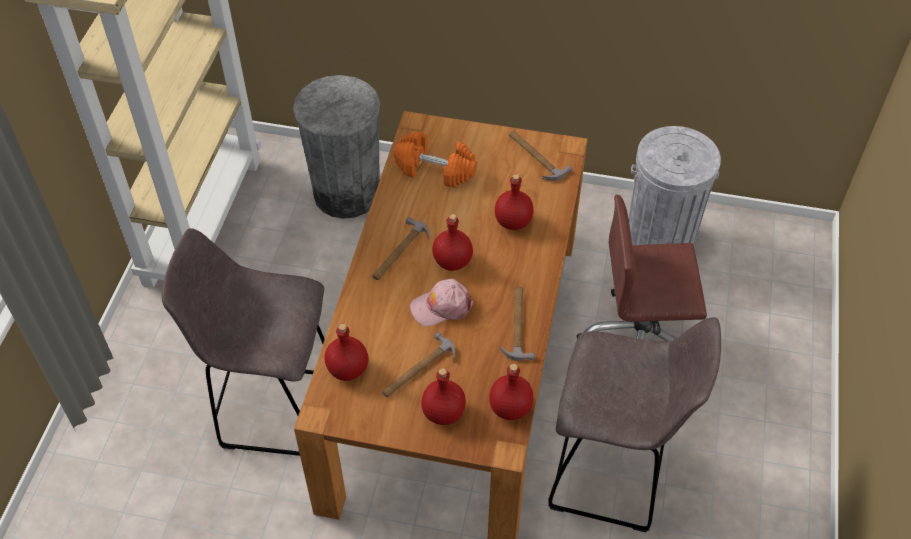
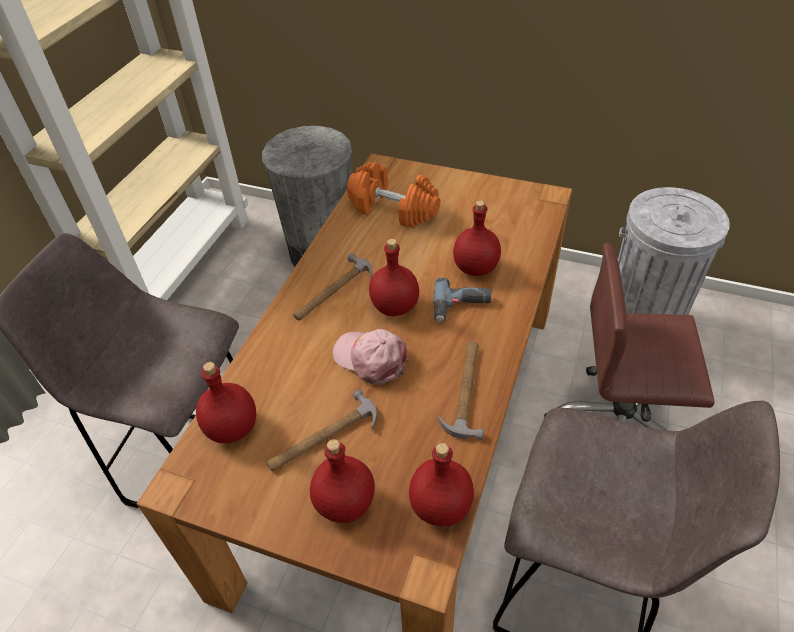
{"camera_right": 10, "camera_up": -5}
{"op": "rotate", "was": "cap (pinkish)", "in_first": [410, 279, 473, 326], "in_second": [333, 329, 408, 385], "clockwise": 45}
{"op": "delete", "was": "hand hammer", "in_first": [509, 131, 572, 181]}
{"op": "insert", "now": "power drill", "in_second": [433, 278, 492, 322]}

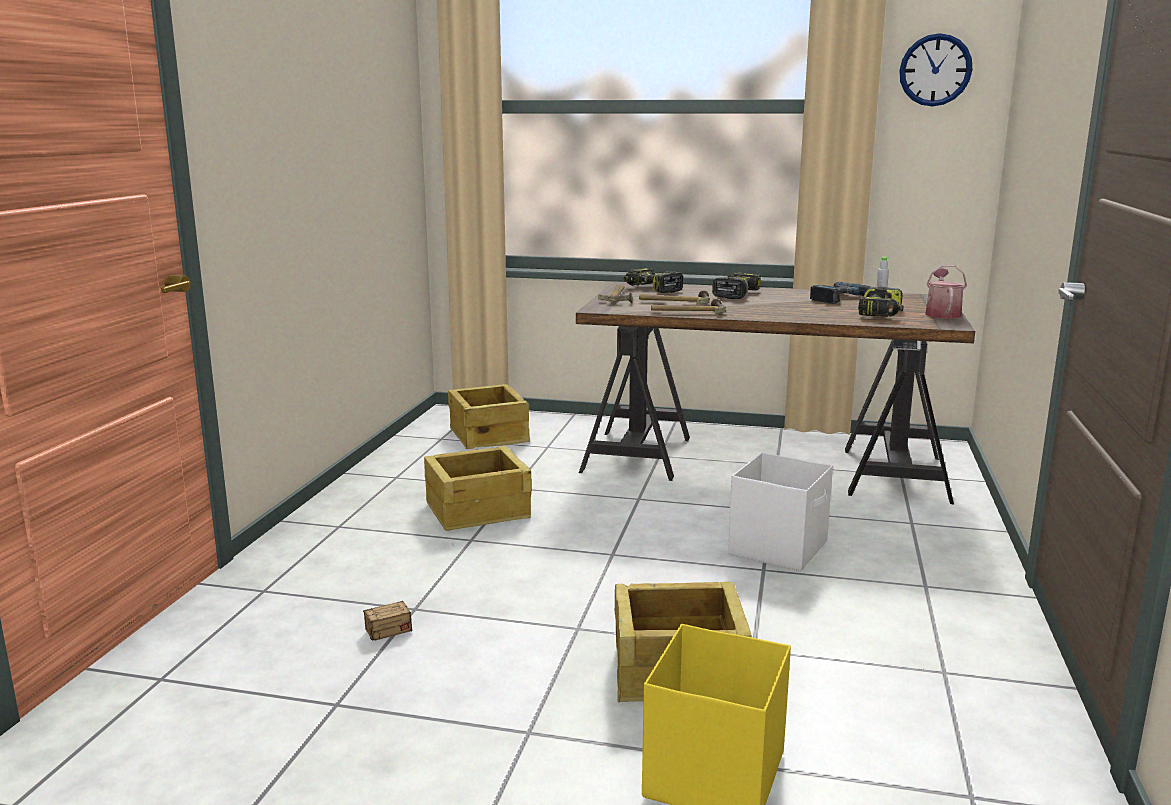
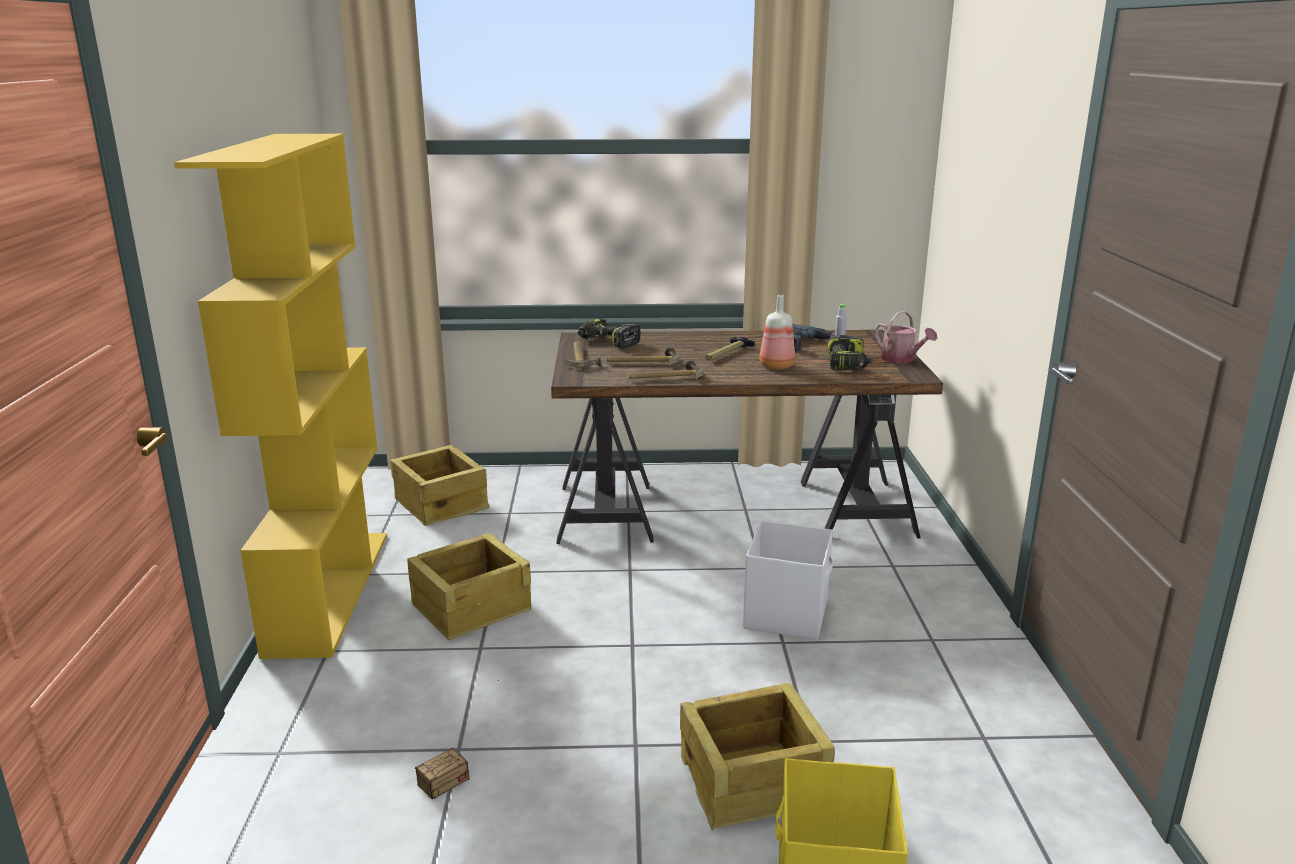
{"camera_right": -15, "camera_up": 5}
{"op": "delete", "was": "power drill", "in_first": [712, 272, 761, 299]}
{"op": "delete", "was": "clock on the wall", "in_first": [899, 33, 972, 106]}
{"op": "rotate", "was": "watering can", "in_first": [925, 265, 967, 319], "in_second": [875, 311, 937, 363], "clockwise": 150}
{"op": "insert", "now": "bookshelf (yellowish)", "in_second": [174, 134, 387, 659]}
{"op": "insert", "now": "hand hammer", "in_second": [705, 337, 755, 360]}
{"op": "insert", "now": "drink bottle", "in_second": [759, 295, 795, 369]}

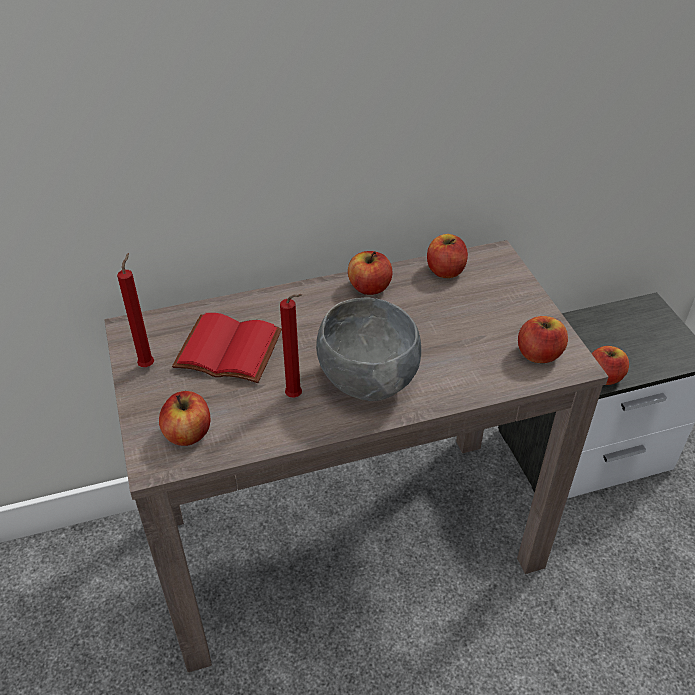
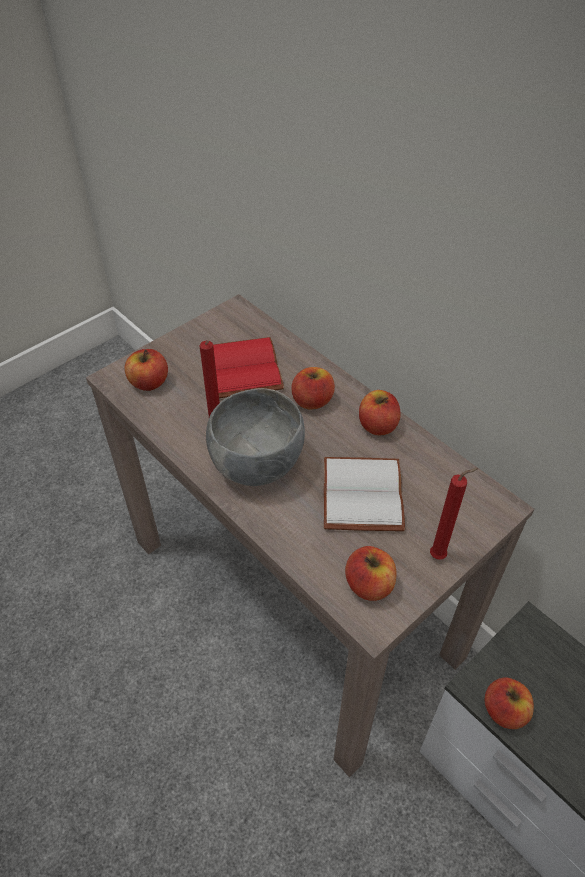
{"camera_right": 65, "camera_up": 5}
{"op": "move", "was": "wax candle (red)", "in_first": [117, 253, 154, 367], "in_second": [430, 468, 479, 560]}
{"op": "move", "was": "apple", "in_first": [427, 234, 468, 278], "in_second": [291, 367, 335, 410]}
{"op": "insert", "now": "volume (whitish)", "in_second": [324, 457, 405, 531]}

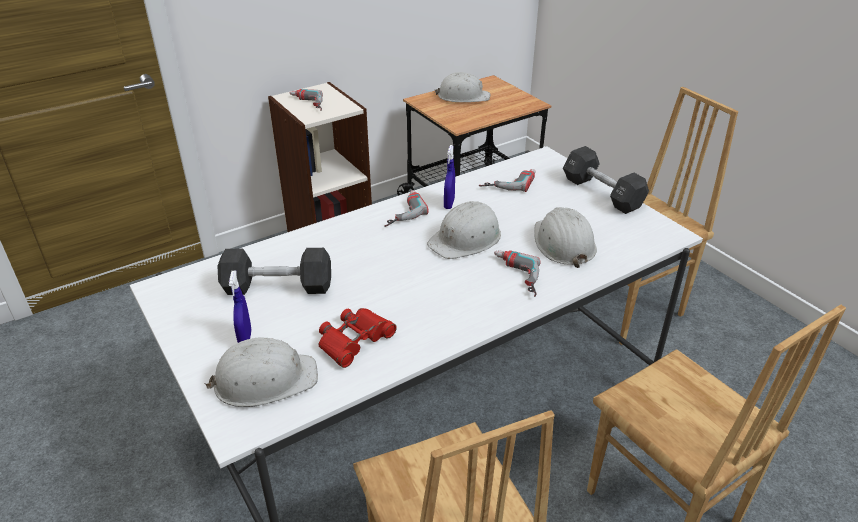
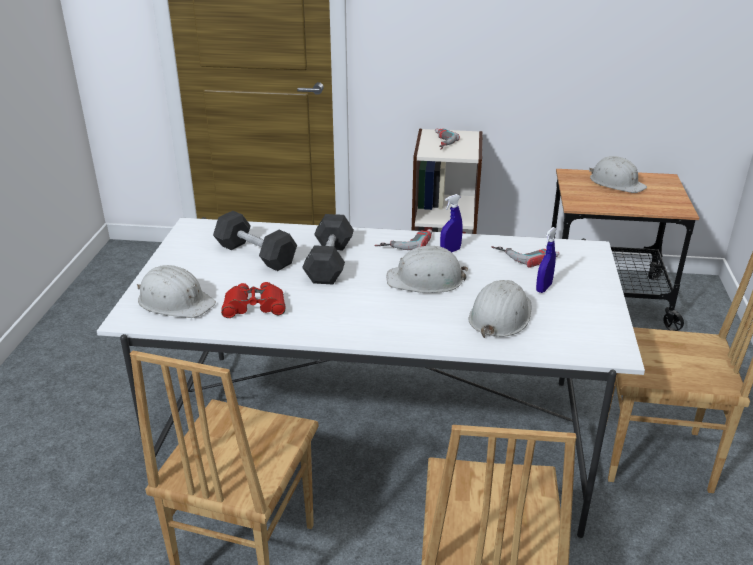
{"camera_right": 40, "camera_up": -5}
{"op": "move", "was": "hand sprayer (blue)", "in_first": [229, 271, 252, 343], "in_second": [536, 227, 557, 293]}
{"op": "delete", "was": "power drill", "in_first": [494, 250, 541, 297]}
{"op": "move", "was": "dumbbell (black)", "in_first": [563, 146, 649, 214], "in_second": [302, 214, 354, 284]}

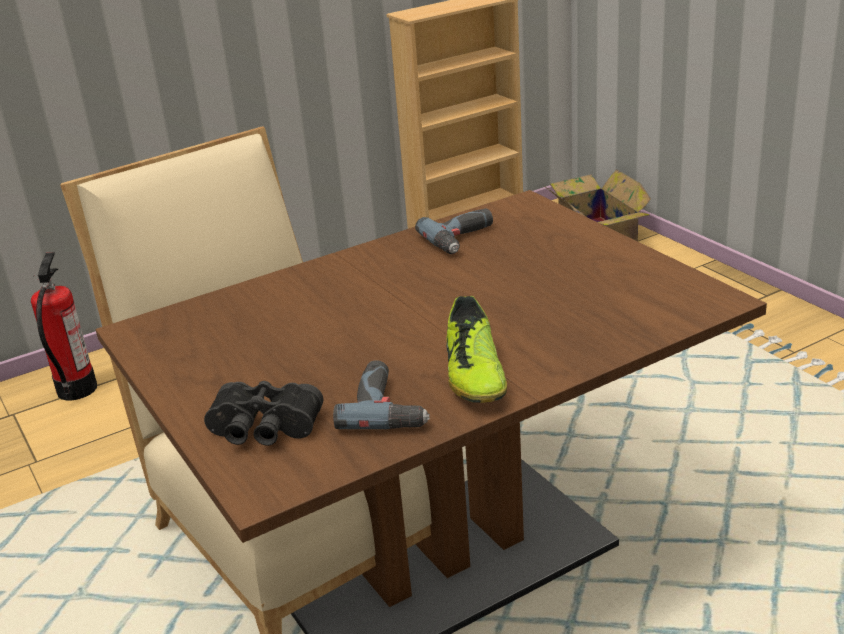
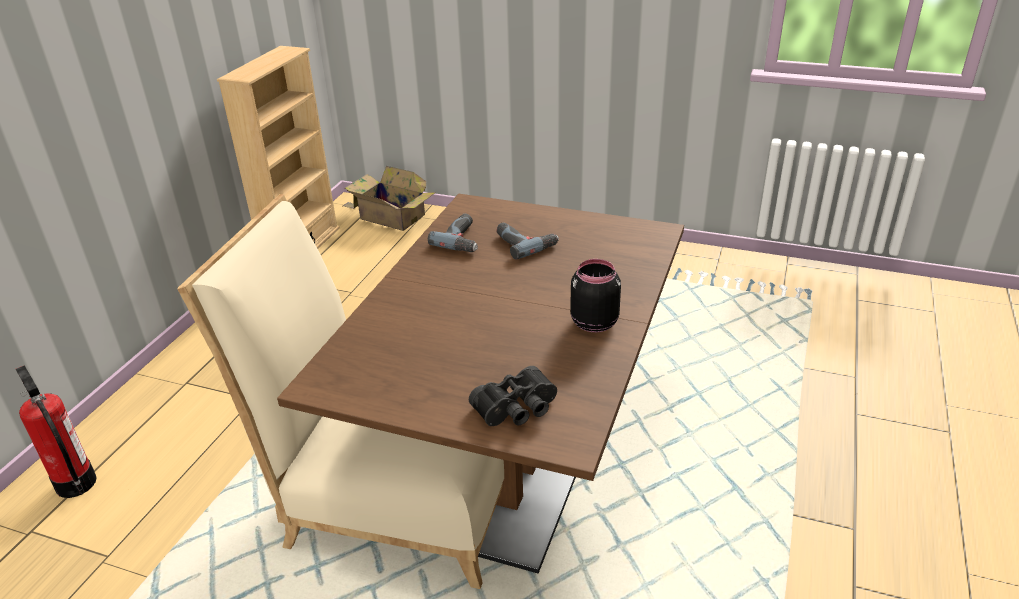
{"camera_right": -40, "camera_up": 5}
{"op": "move", "was": "power drill", "in_first": [333, 360, 430, 429], "in_second": [496, 223, 559, 260]}
{"op": "replace", "was": "item of footwear", "now": "storage jar (black)", "in_first": [446, 296, 507, 403], "in_second": [570, 259, 621, 332]}

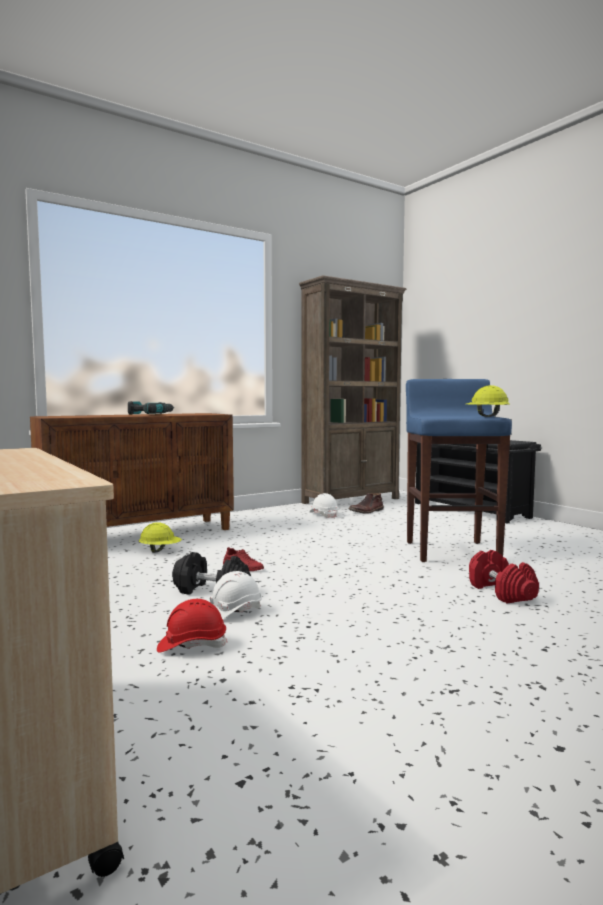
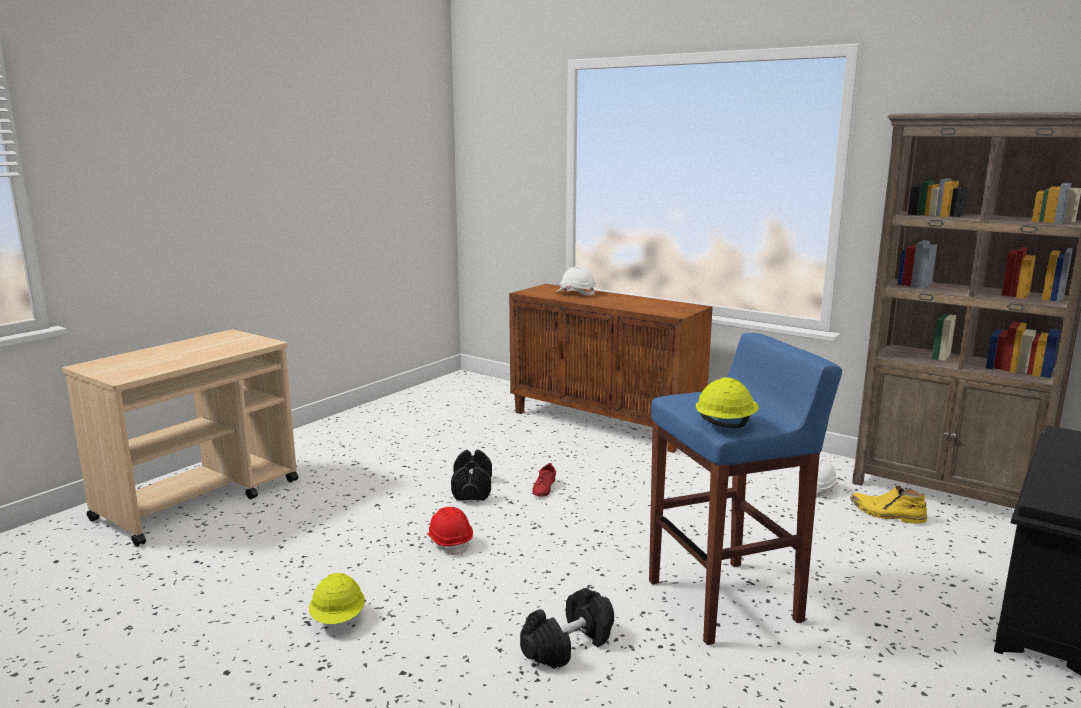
{"camera_right": 70, "camera_up": 10}
{"op": "delete", "was": "power drill", "in_first": [128, 401, 174, 415]}
{"op": "move", "was": "safety helmet (yellowish)", "in_first": [139, 522, 182, 552], "in_second": [309, 573, 365, 624]}
{"op": "move", "was": "safety helmet (red)", "in_first": [157, 599, 228, 653], "in_second": [427, 507, 473, 556]}
{"op": "move", "was": "safety helmet (whitish)", "in_first": [210, 571, 262, 619], "in_second": [556, 266, 596, 296]}
{"op": "recolor", "was": "tall boot (brown-coloured)", "now": "tall boot (yellowish)", "in_first": [349, 493, 384, 514], "in_second": [850, 486, 927, 524]}
{"op": "recolor", "was": "dumbbell (red)", "now": "dumbbell (black)", "in_first": [469, 550, 539, 604], "in_second": [520, 588, 614, 669]}

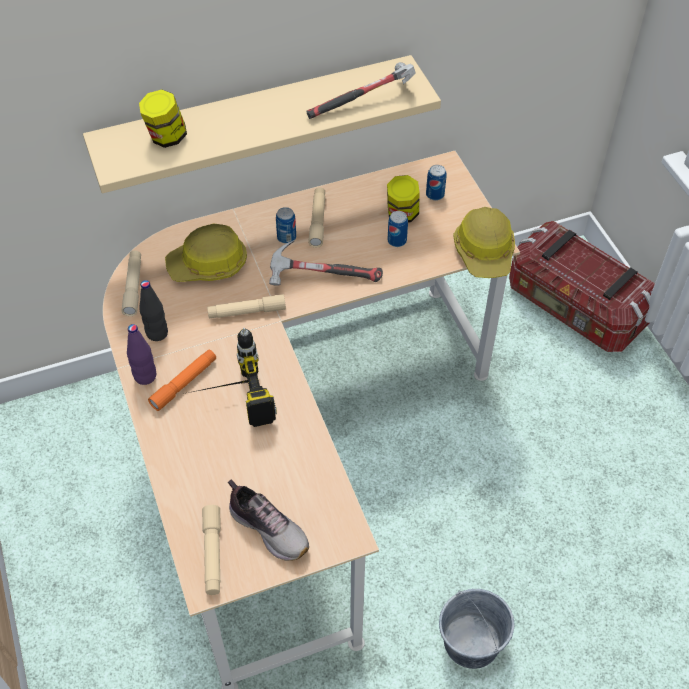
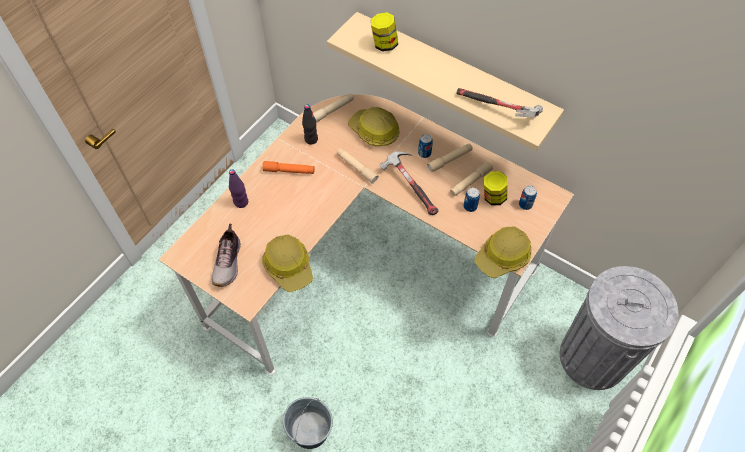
{"camera_right": 55, "camera_up": 5}
{"op": "move", "was": "drink bottle (purplish)", "in_first": [127, 324, 156, 385], "in_second": [229, 169, 248, 208]}
{"op": "delete", "was": "power drill", "in_first": [188, 328, 277, 427]}
{"op": "move", "was": "torch (beige)", "in_first": [202, 505, 221, 595], "in_second": [450, 162, 493, 196]}
{"op": "replace", "was": "storage bin", "now": "waste bin (gray)", "in_first": [509, 221, 655, 352], "in_second": [560, 266, 678, 390]}
{"op": "insert", "now": "safety helmet", "in_second": [262, 234, 313, 292]}

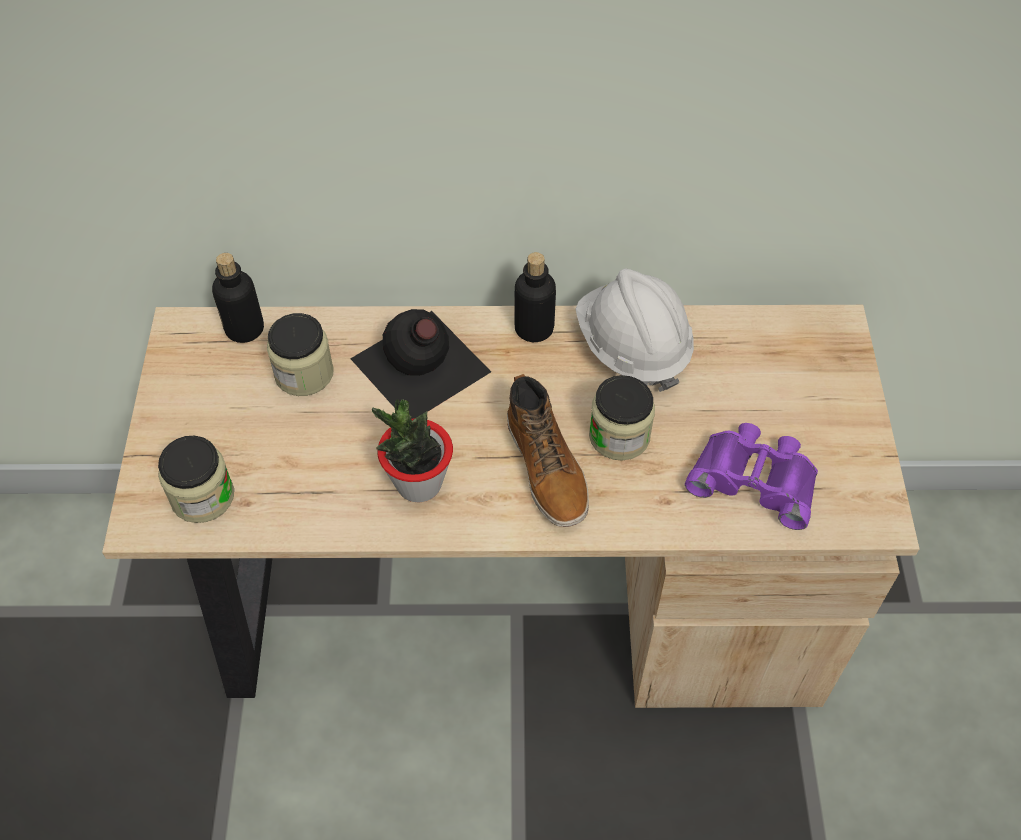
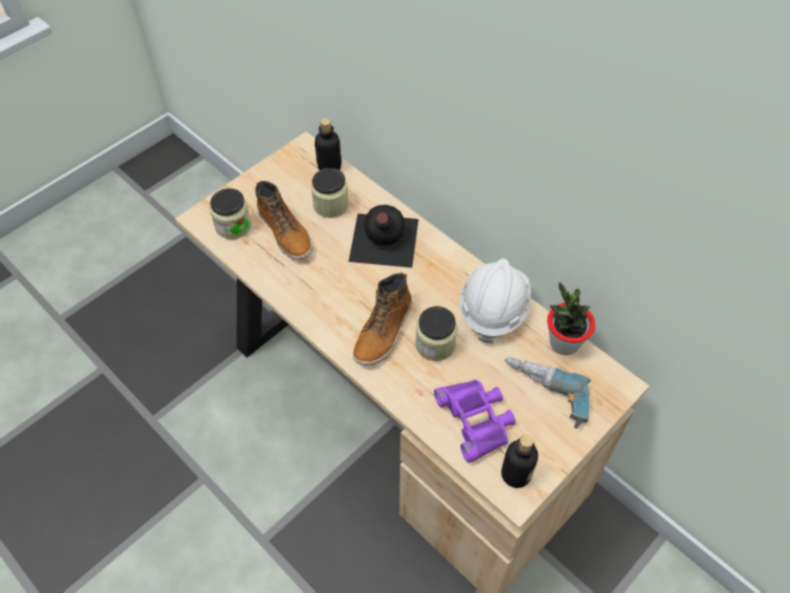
{"camera_right": 45, "camera_up": 0}
{"op": "move", "was": "potted plant", "in_first": [372, 399, 453, 503], "in_second": [547, 282, 595, 355]}
{"op": "move", "was": "drink bottle", "in_first": [514, 252, 556, 342], "in_second": [501, 435, 538, 488]}
{"op": "insert", "now": "tall boot", "in_second": [255, 180, 313, 260]}
{"op": "insert", "now": "power drill", "in_second": [504, 357, 591, 429]}

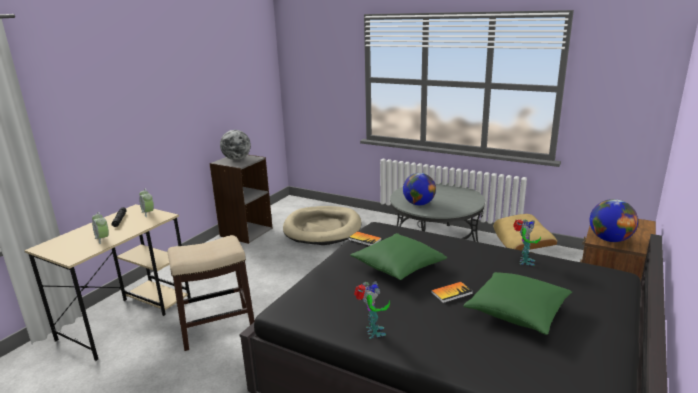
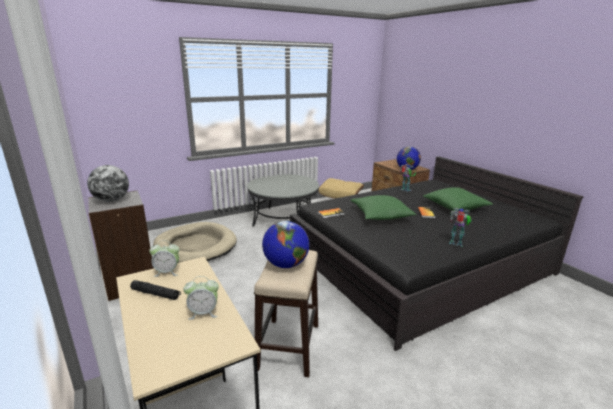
{"camera_right": -60, "camera_up": 0}
{"op": "move", "was": "desk globe", "in_first": [403, 173, 436, 206], "in_second": [262, 221, 310, 268]}

